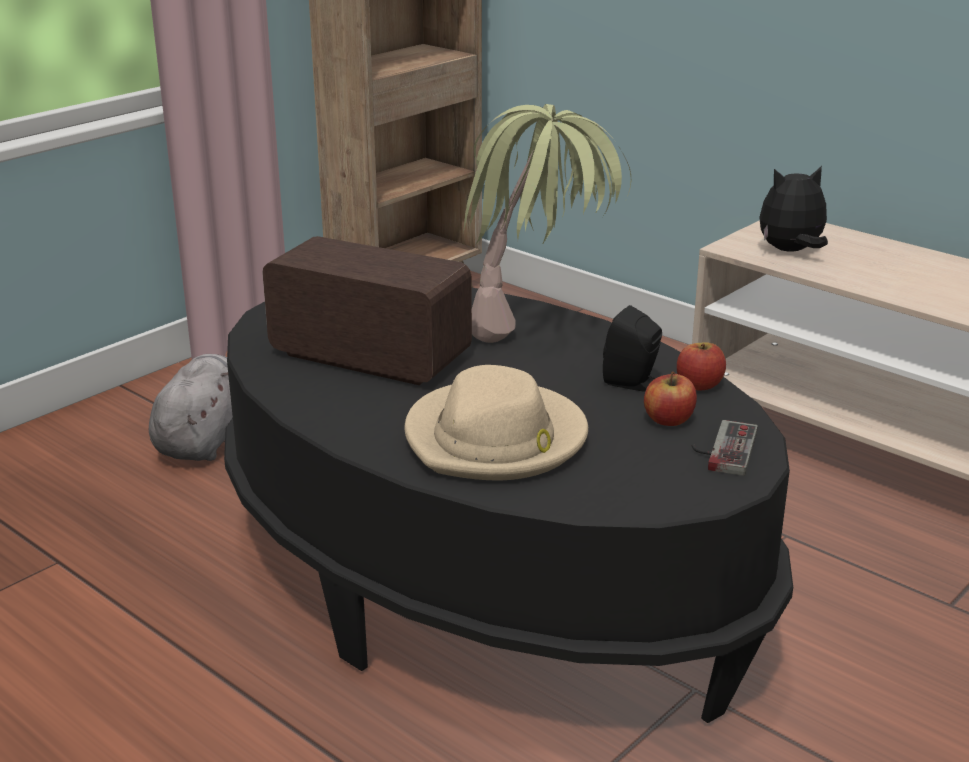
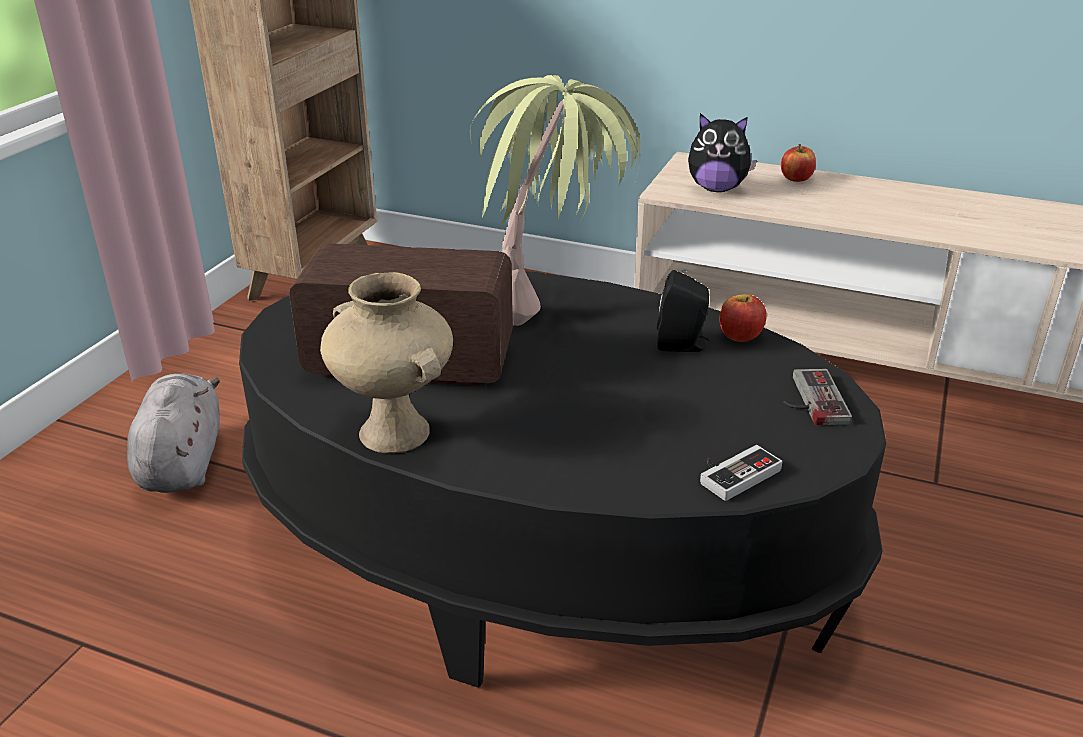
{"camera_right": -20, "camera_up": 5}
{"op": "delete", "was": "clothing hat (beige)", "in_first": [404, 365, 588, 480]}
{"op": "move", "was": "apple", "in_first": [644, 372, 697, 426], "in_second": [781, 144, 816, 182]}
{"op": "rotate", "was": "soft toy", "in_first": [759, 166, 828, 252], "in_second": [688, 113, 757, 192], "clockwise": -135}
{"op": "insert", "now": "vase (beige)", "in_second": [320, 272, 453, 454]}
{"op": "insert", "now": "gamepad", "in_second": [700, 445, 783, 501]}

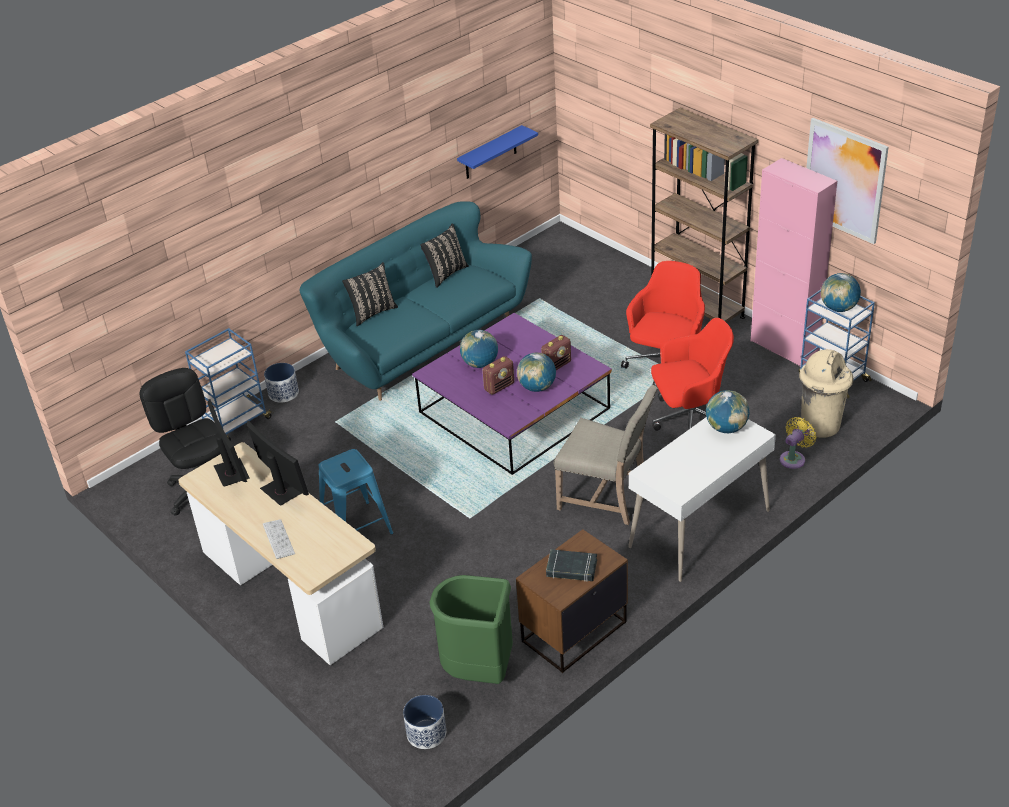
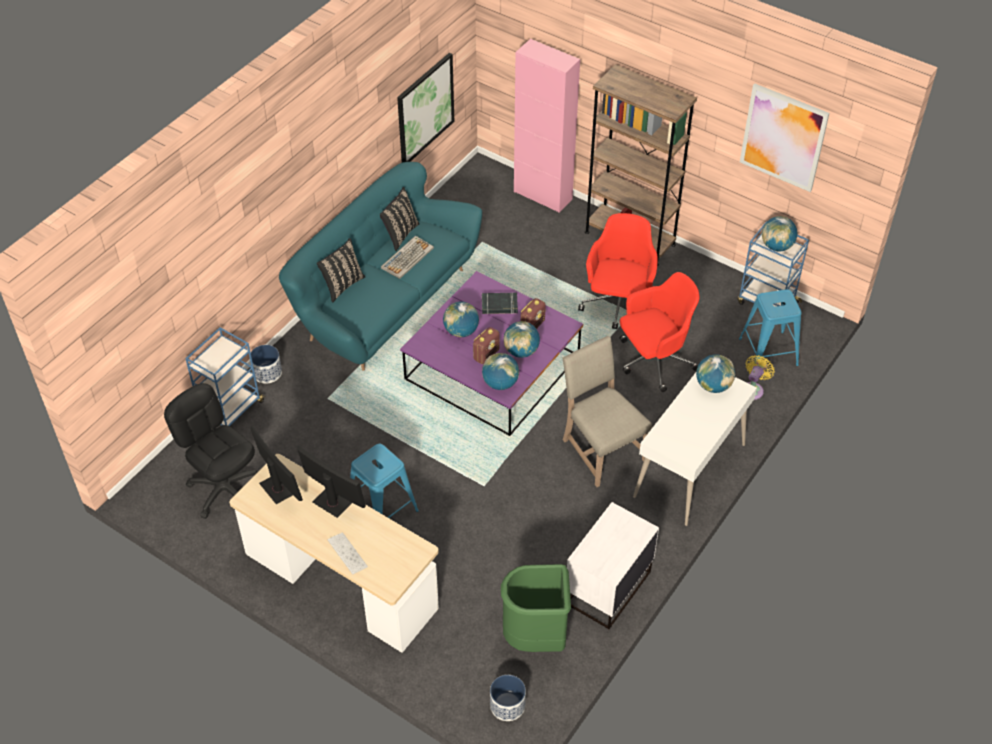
{"camera_right": -15, "camera_up": 10}
{"op": "replace", "was": "wall shelf (blue)", "now": "picture", "in_first": [457, 125, 538, 179], "in_second": [397, 53, 454, 162]}
{"op": "recolor", "was": "bedside table (brown-coloured)", "now": "bedside table (whitish)", "in_first": [516, 529, 628, 673], "in_second": [567, 502, 659, 630]}
{"op": "move", "was": "volume (black)", "in_first": [546, 549, 597, 581], "in_second": [482, 293, 518, 314]}
{"op": "rotate", "was": "chair (beige)", "in_first": [554, 385, 658, 525], "in_second": [562, 336, 652, 487], "clockwise": -135}
{"op": "move", "was": "cabinet (pinkish)", "in_first": [751, 158, 837, 367], "in_second": [514, 39, 580, 213]}
{"op": "replace", "was": "waste bin (beige)", "now": "stool seat (blue)", "in_first": [799, 349, 853, 438], "in_second": [739, 289, 801, 366]}
{"op": "insert", "now": "PC keyboard", "in_second": [381, 236, 434, 279]}
{"op": "insert", "now": "desk globe", "in_second": [482, 353, 519, 390]}

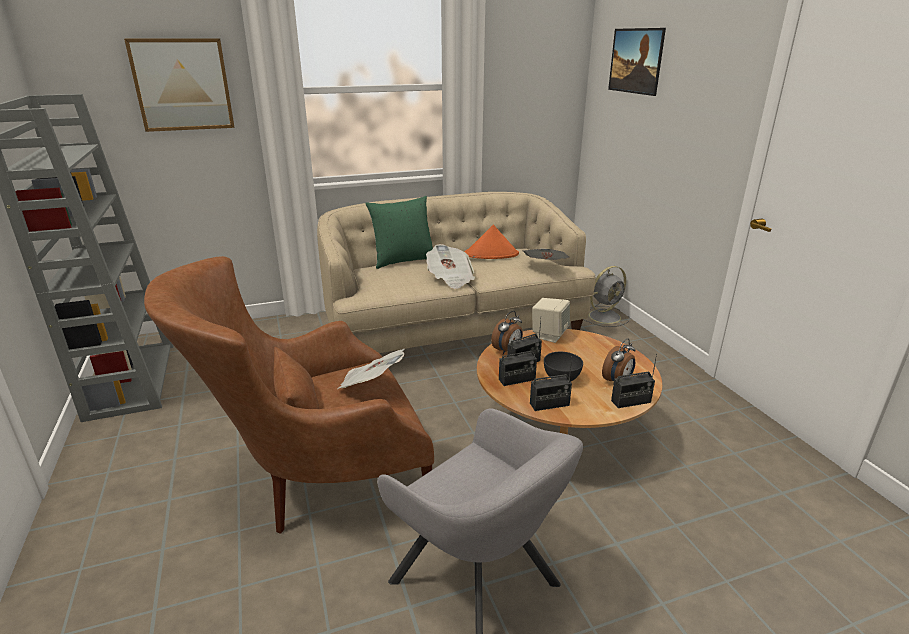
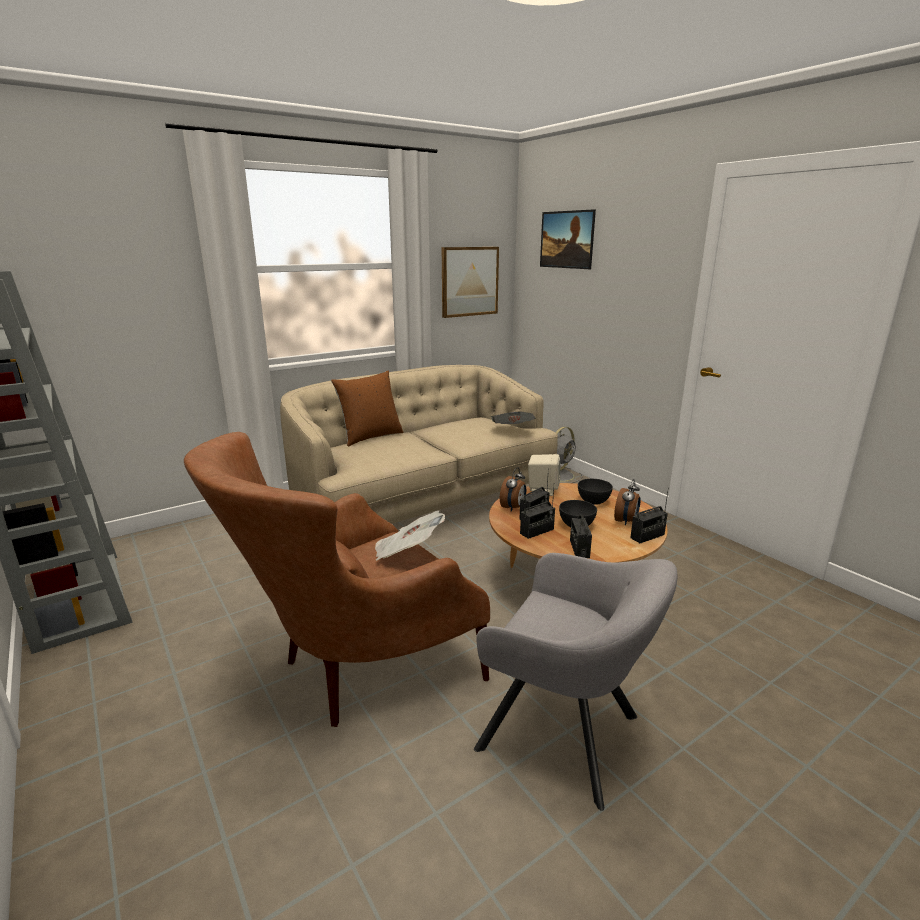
{"camera_right": -15, "camera_up": -5}
{"op": "move", "was": "picture", "in_first": [124, 38, 235, 132], "in_second": [442, 247, 499, 318]}
{"op": "recolor", "was": "pillow (green)", "now": "pillow (brown-coloured)", "in_first": [365, 196, 433, 269], "in_second": [331, 371, 403, 446]}
{"op": "delete", "was": "daily paper", "in_first": [426, 244, 475, 289]}
{"op": "delete", "was": "clothing hat (orangey)", "in_first": [464, 225, 519, 259]}
{"op": "rotate", "was": "radio", "in_first": [530, 356, 572, 411], "in_second": [570, 507, 592, 558], "clockwise": 120}
{"op": "insert", "now": "serving bowl (gray)", "in_second": [578, 479, 613, 505]}

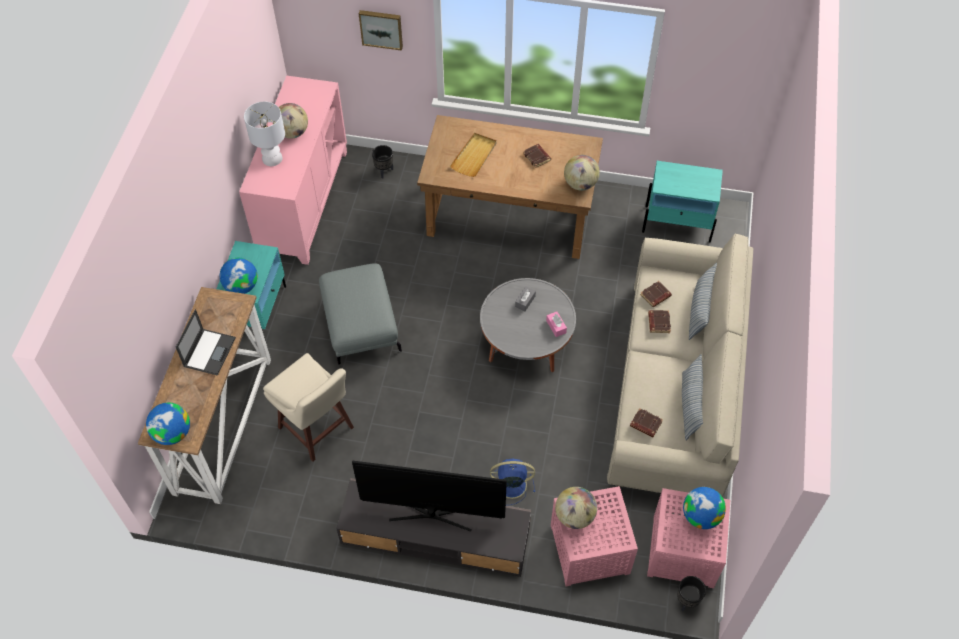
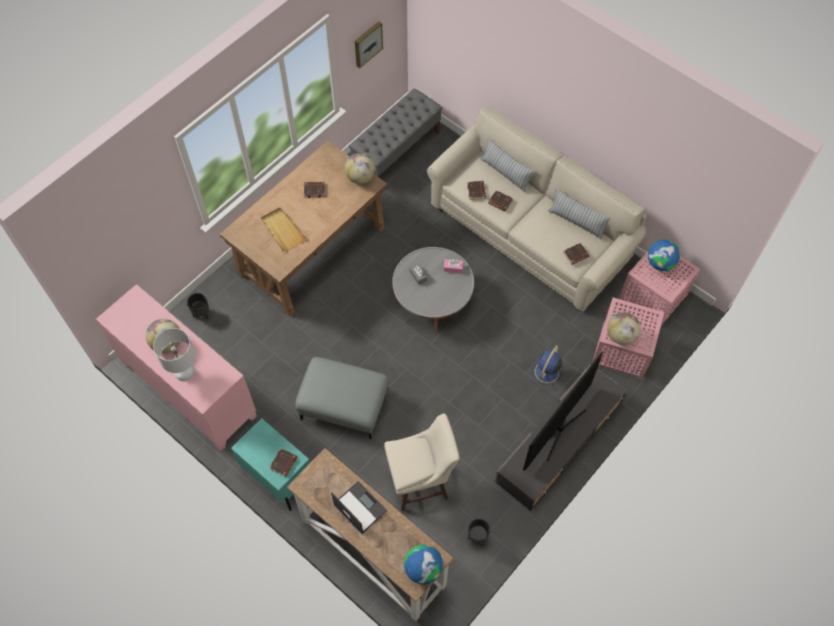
{"camera_right": -60, "camera_up": 5}
{"op": "replace", "was": "desk globe", "now": "volume (brown-coloured)", "in_first": [220, 258, 258, 294], "in_second": [269, 448, 298, 477]}
{"op": "move", "was": "picture", "in_first": [359, 10, 403, 51], "in_second": [355, 21, 383, 68]}
{"op": "replace", "was": "bedside table (turquoise)", "now": "bench (gray)", "in_first": [642, 161, 723, 242], "in_second": [349, 88, 442, 179]}
{"op": "move", "was": "plant pot (black)", "in_first": [677, 576, 706, 612], "in_second": [468, 519, 490, 547]}

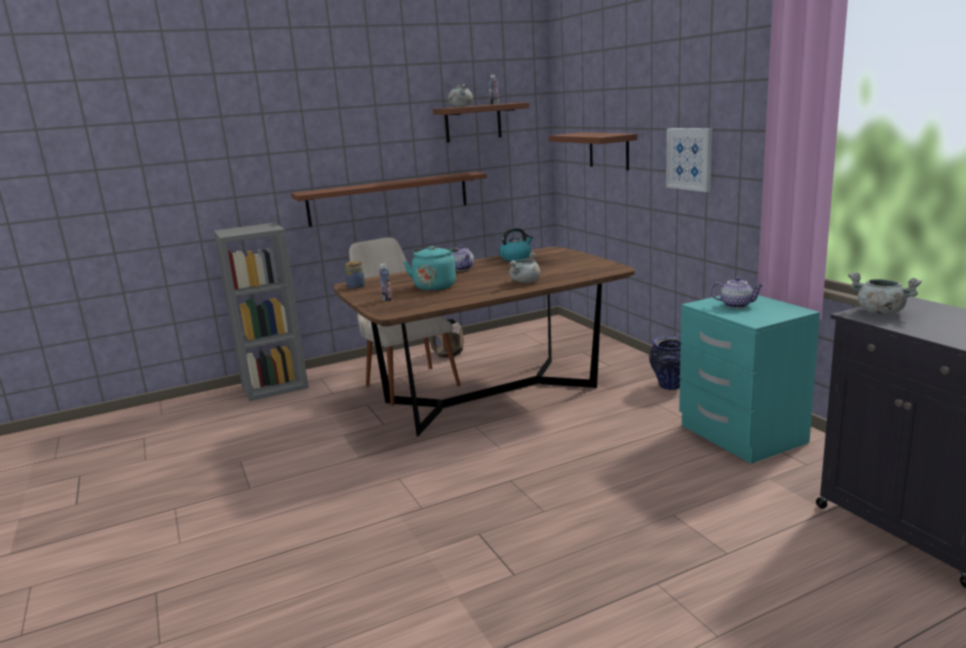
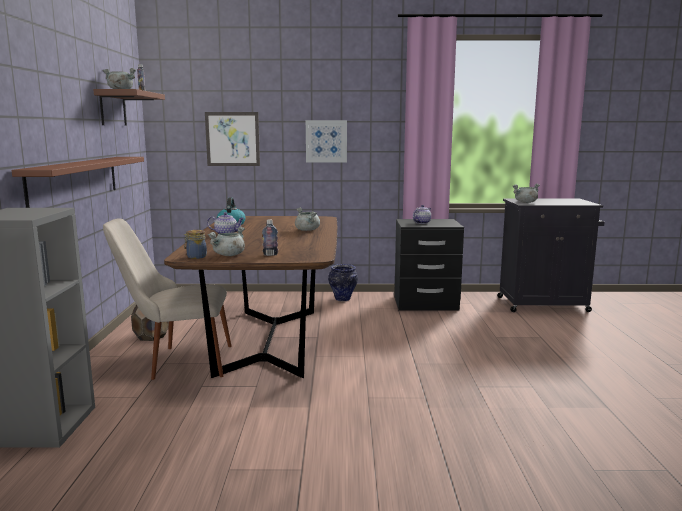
{"camera_right": -65, "camera_up": -5}
{"op": "delete", "was": "kettle (turquoise)", "in_first": [403, 246, 458, 291]}
{"op": "replace", "was": "wall shelf (brown-coloured)", "now": "picture", "in_first": [549, 132, 637, 170], "in_second": [205, 112, 260, 166]}
{"op": "recolor", "was": "bedside table (turquoise)", "now": "bedside table (black)", "in_first": [679, 295, 820, 464], "in_second": [394, 219, 464, 310]}
{"op": "insert", "now": "saucepot (gray)", "in_second": [208, 227, 245, 256]}

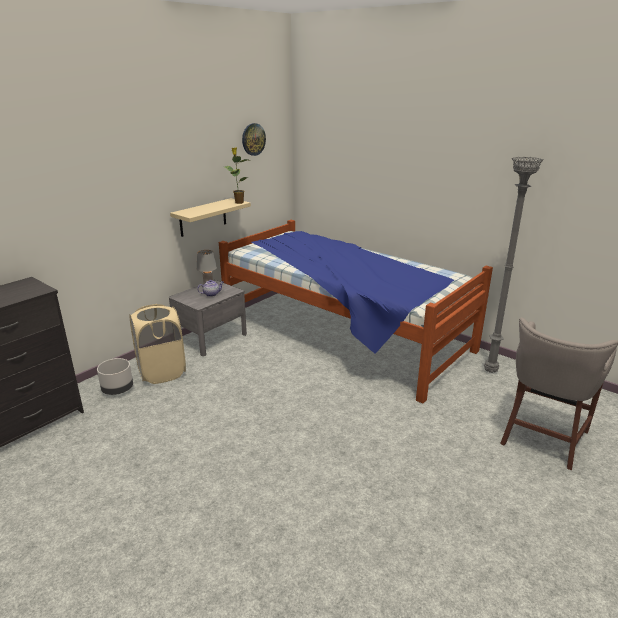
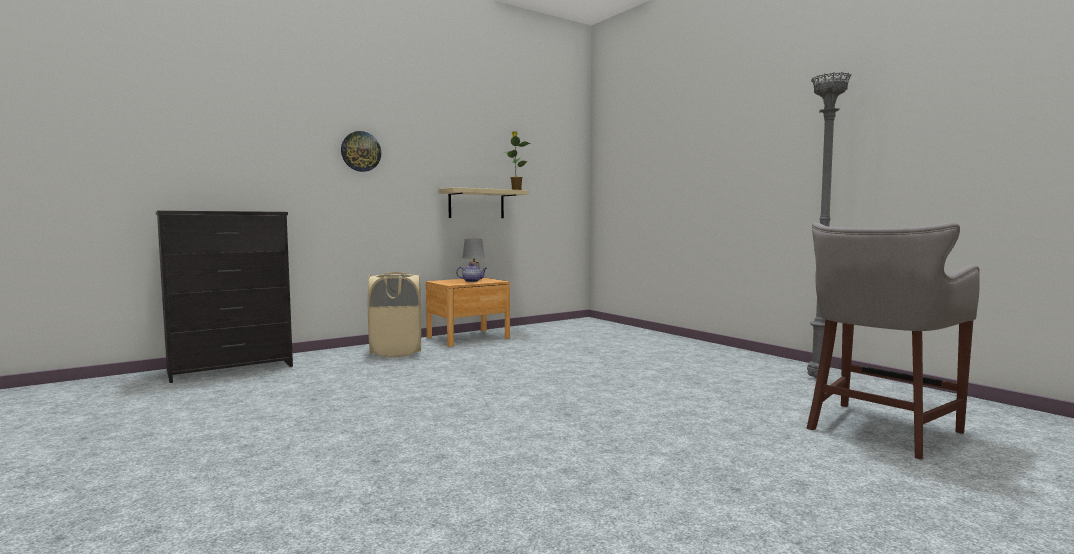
{"camera_right": 15, "camera_up": -20}
{"op": "delete", "was": "plant pot (gray)", "in_first": [97, 358, 133, 395]}
{"op": "recolor", "was": "bedside table (gray)", "now": "bedside table (brown-coloured)", "in_first": [169, 280, 247, 356], "in_second": [426, 278, 510, 347]}
{"op": "delete", "was": "bed", "in_first": [219, 220, 493, 404]}
{"op": "move", "was": "clock on the wall", "in_first": [242, 123, 266, 156], "in_second": [341, 131, 381, 172]}

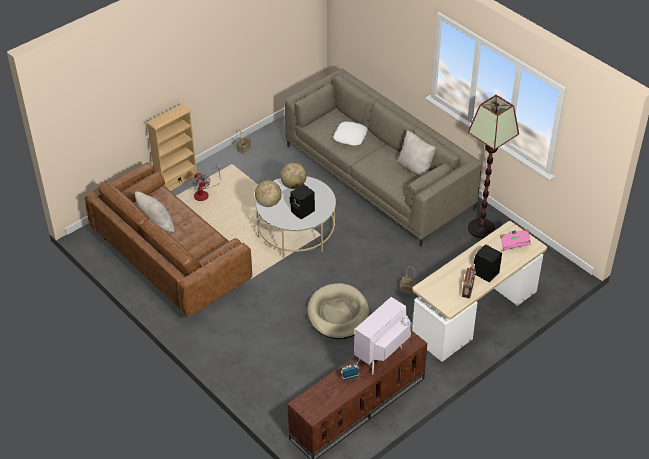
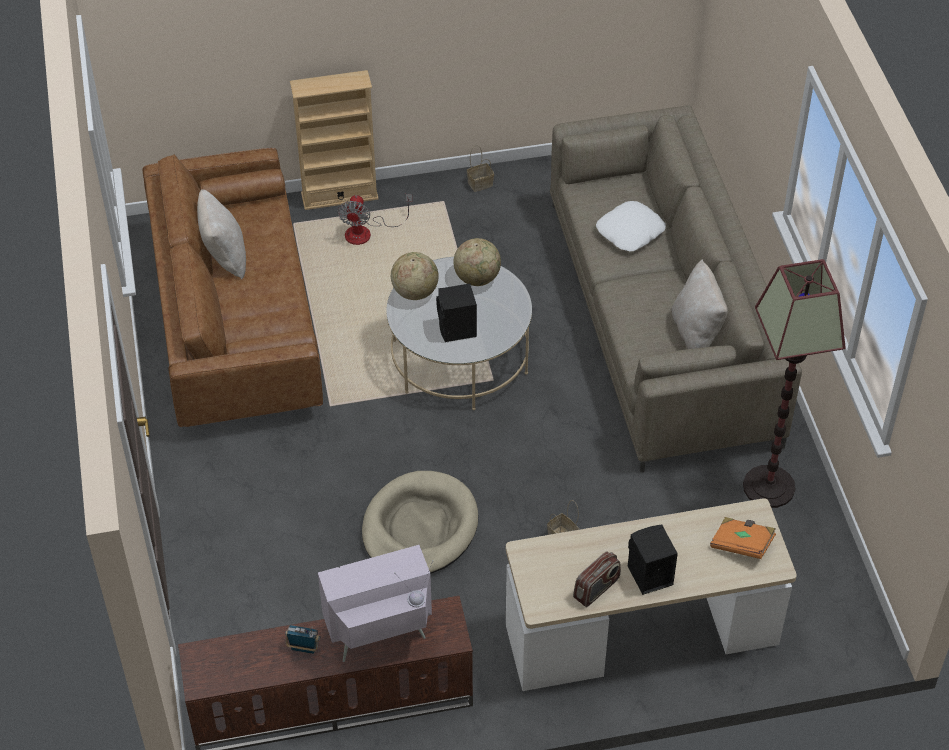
{"camera_right": 30, "camera_up": 5}
{"op": "recolor", "was": "volume (pinkish)", "now": "volume (orangey)", "in_first": [500, 229, 531, 251], "in_second": [710, 517, 776, 559]}

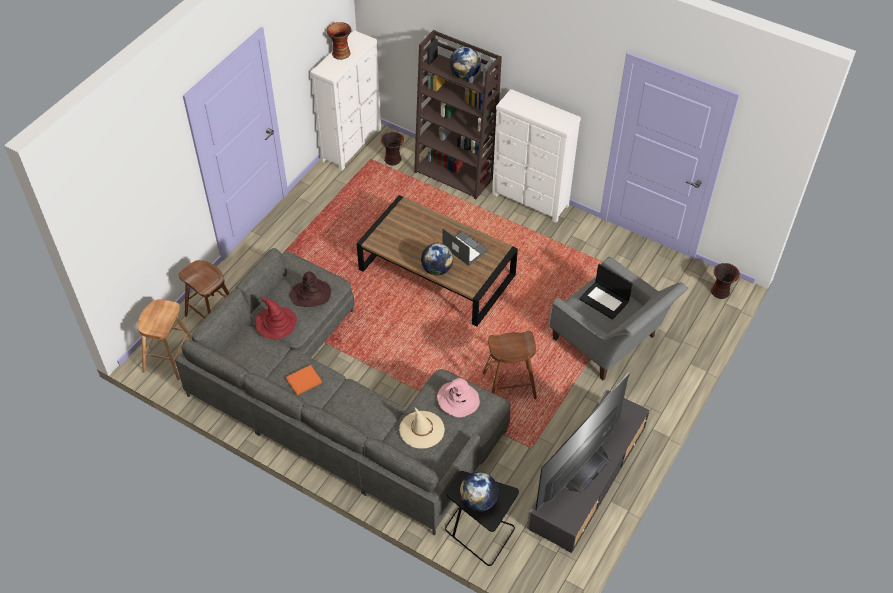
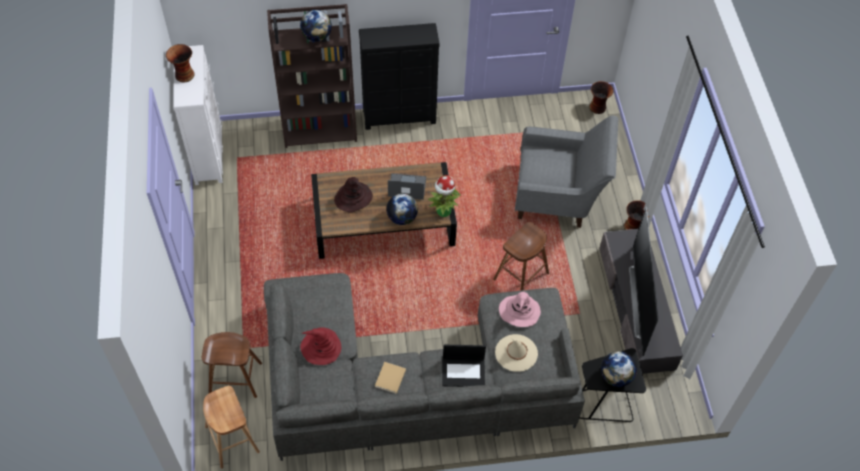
{"camera_right": -40, "camera_up": 5}
{"op": "recolor", "was": "volume (orangey)", "now": "volume (beige)", "in_first": [286, 365, 322, 395], "in_second": [375, 362, 406, 394]}
{"op": "move", "was": "clothing hat (brown-coloured)", "in_first": [290, 271, 331, 307], "in_second": [334, 177, 373, 212]}
{"op": "move", "was": "vase", "in_first": [381, 132, 404, 166], "in_second": [624, 200, 650, 230]}
{"op": "recolor", "was": "dresser (whitish)", "now": "dresser (black)", "in_first": [492, 89, 581, 223], "in_second": [359, 23, 440, 130]}
{"op": "move", "was": "portable computer", "in_first": [579, 264, 633, 320], "in_second": [442, 345, 486, 387]}
{"op": "insert", "now": "potted plant", "in_second": [427, 175, 461, 217]}

